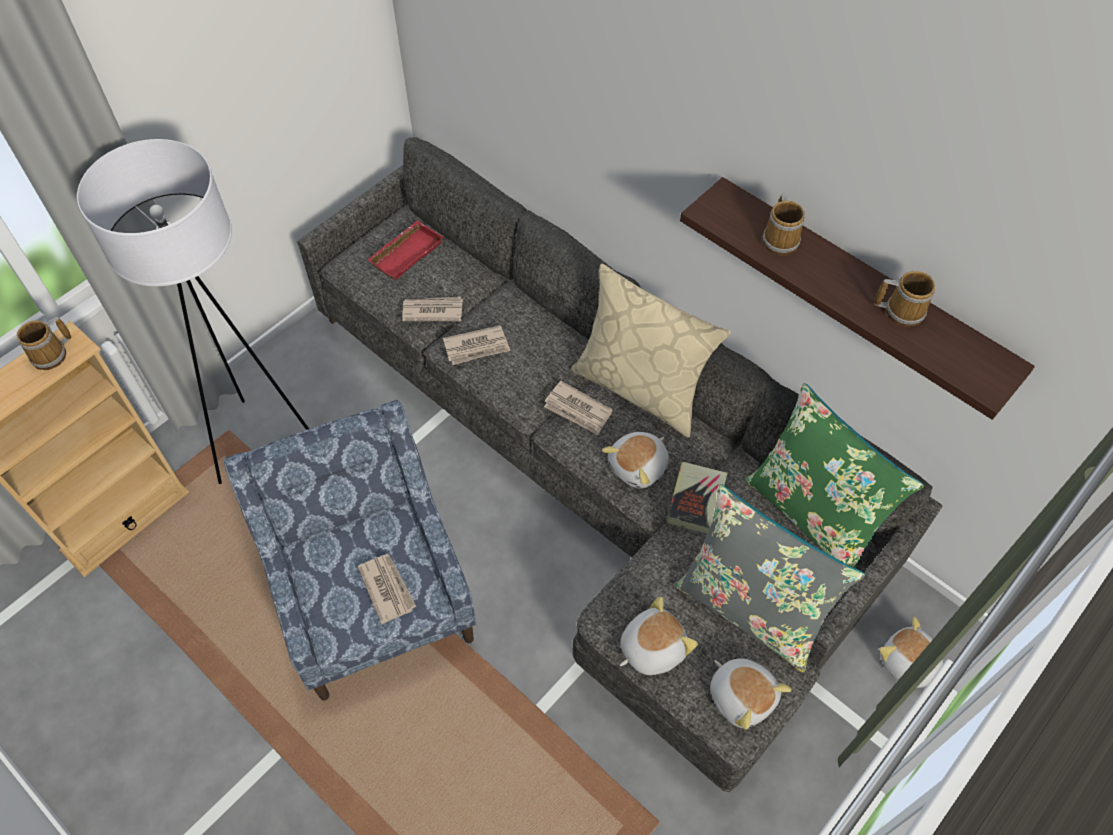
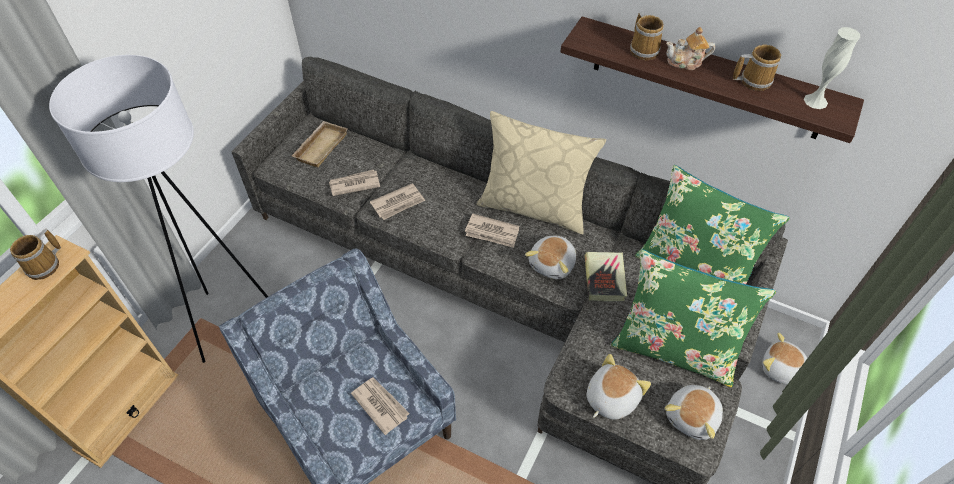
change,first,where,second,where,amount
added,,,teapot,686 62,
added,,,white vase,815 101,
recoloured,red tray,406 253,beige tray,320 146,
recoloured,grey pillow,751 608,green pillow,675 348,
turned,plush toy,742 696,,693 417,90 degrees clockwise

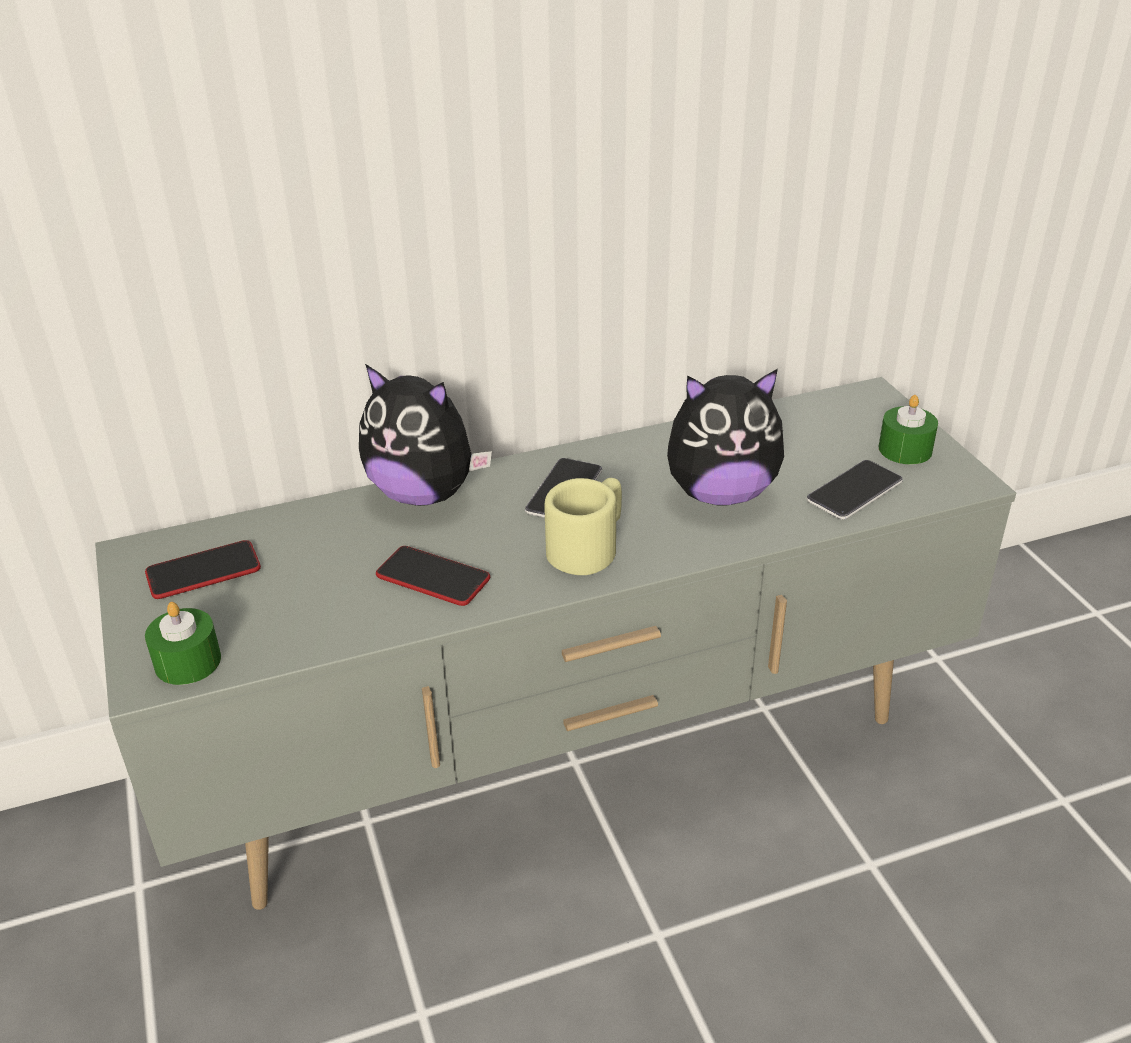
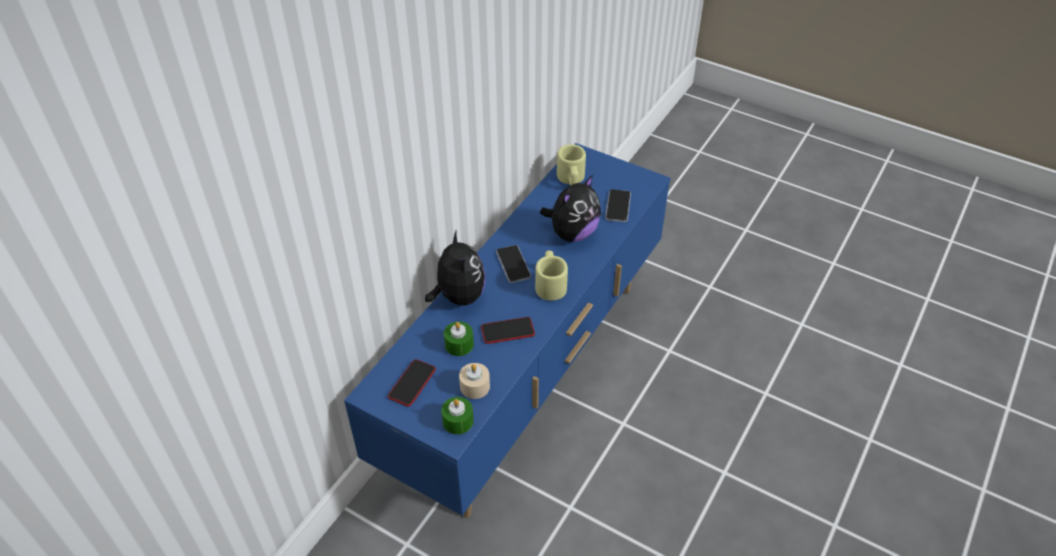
change,first,where,second,where,amount
added,,,beige candle,475 386,
added,,,beige mug,571 179,
moved,green candle,905 449,,459 344,
recoloured,grey tv stand,571 757,blue tv stand,527 377,
turned,plush toy,424 494,,458 296,90 degrees counterclockwise

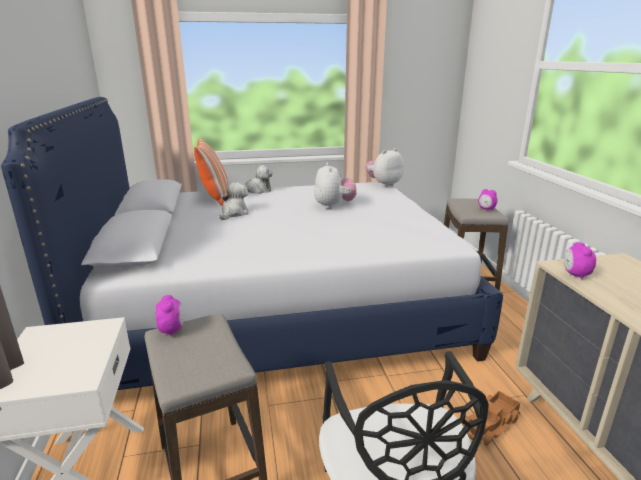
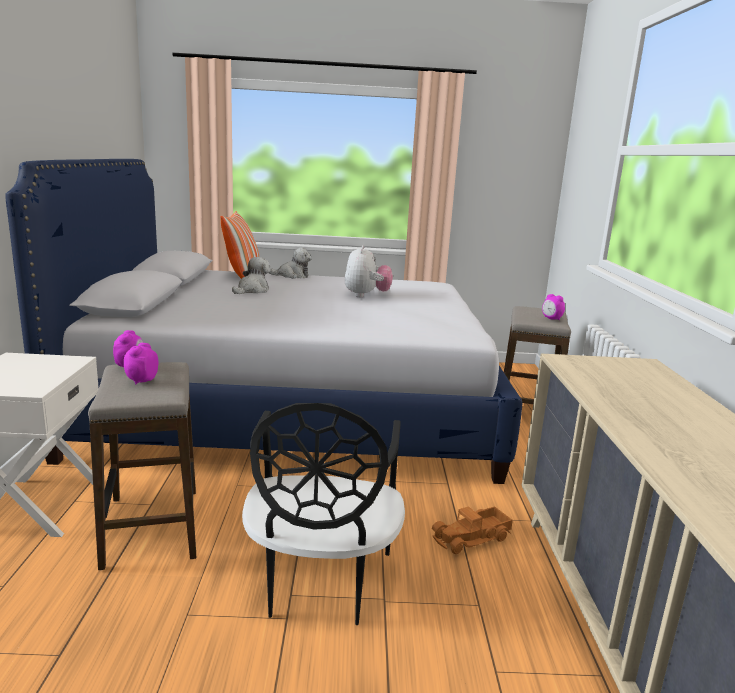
change,first,where,second,where,amount
removed,plush toy,384 184,,,
moved,alarm clock,575 274,,141 380,

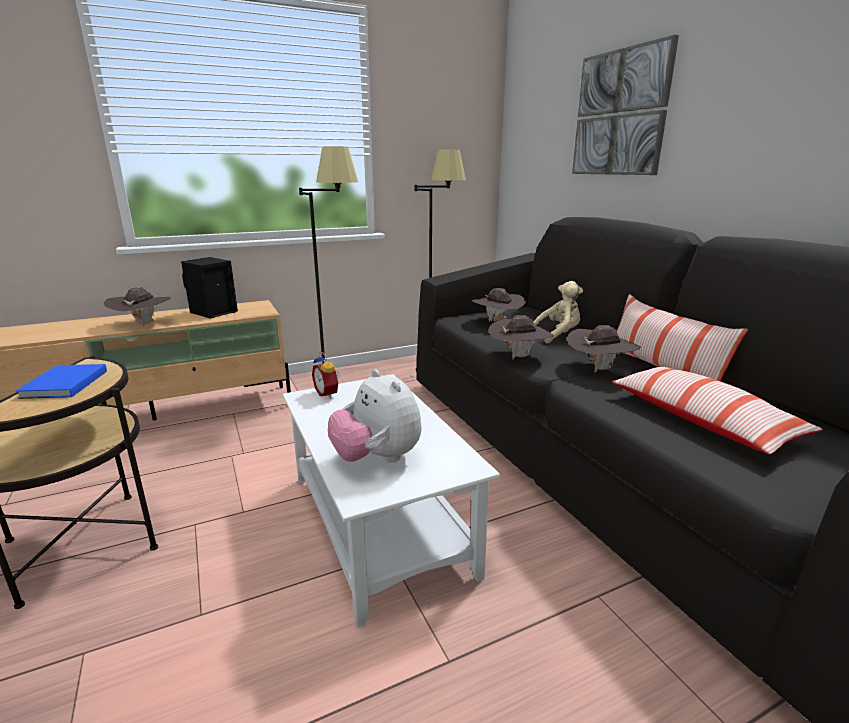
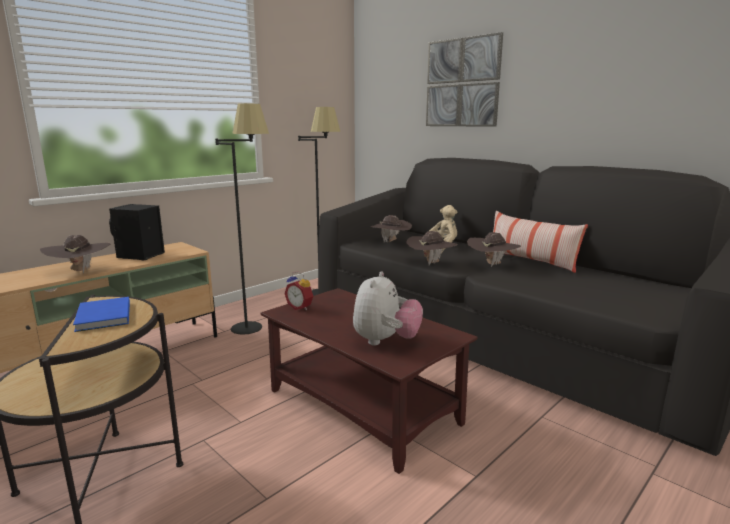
change,first,where,second,where,amount
removed,pillow,701 421,,,
recoloured,white coffee table,380 524,brown coffee table,364 407,
turned,plush toy,377 458,,385 341,105 degrees counterclockwise

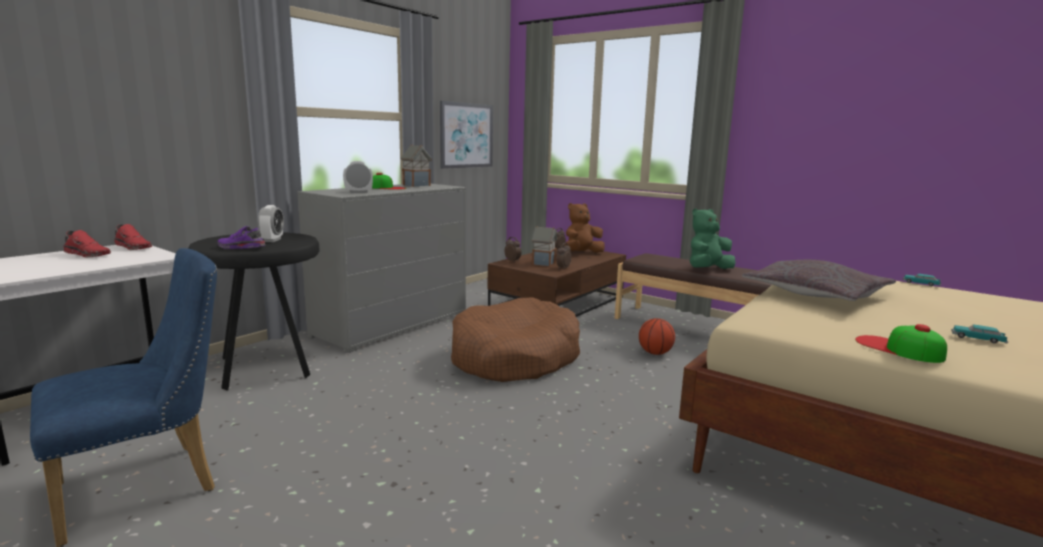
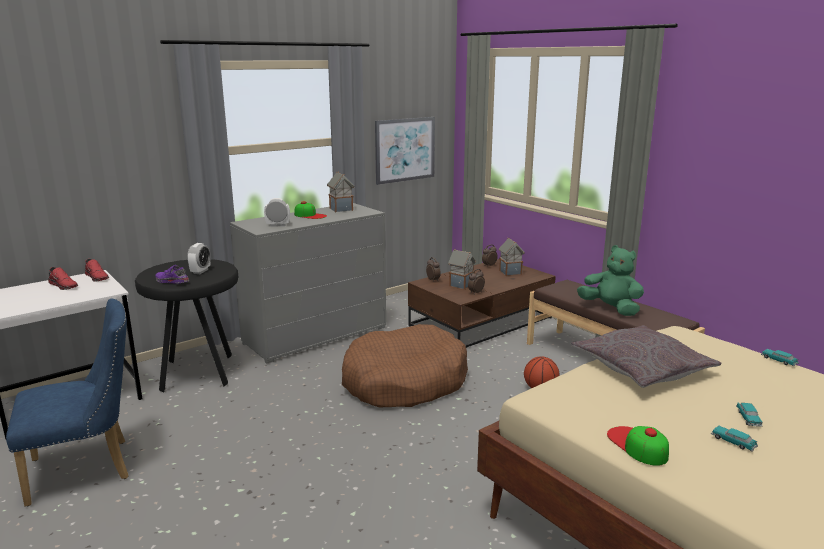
change,first,where,second,where,amount
added,,,toy car,748 418,
replaced,brown plush toy,582 253,toy house,510 272,
turned,green plush toy,707 270,,611 309,60 degrees clockwise

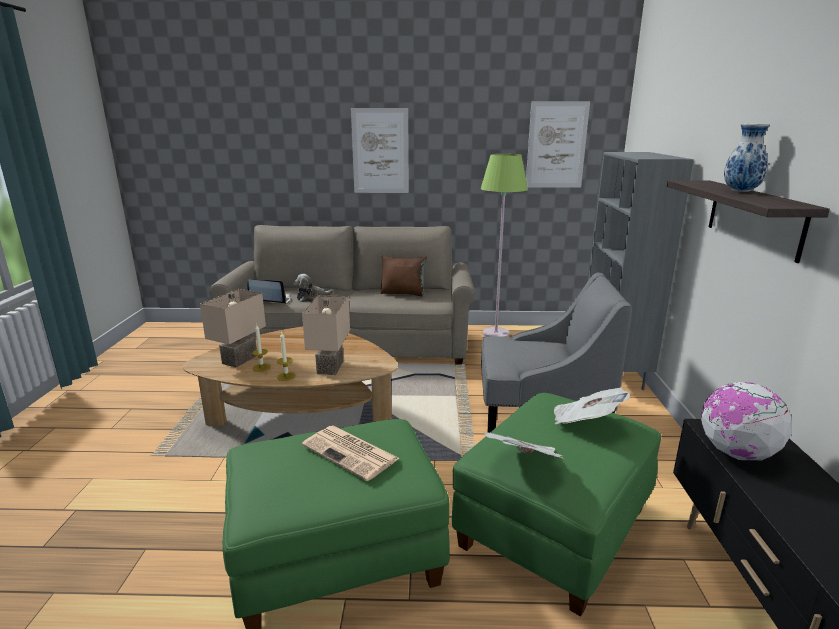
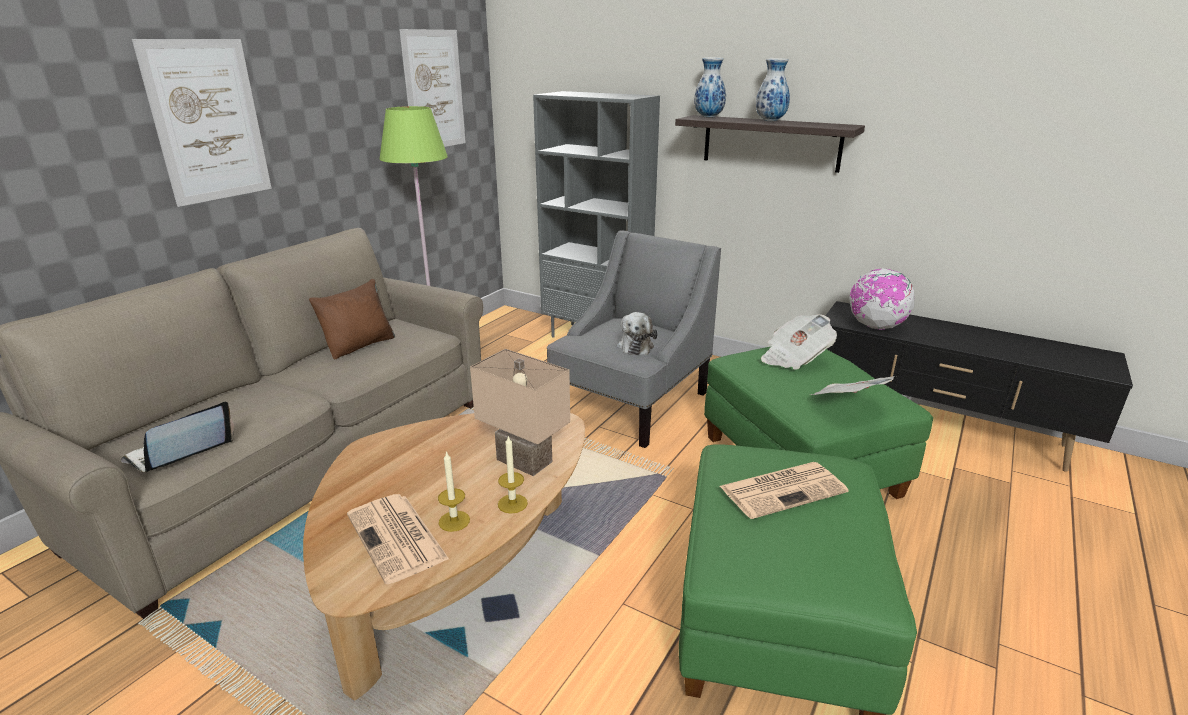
change,first,where,second,where,amount
added,,,vase,708 117,
moved,plush toy,312 298,,635 346,
replaced,beige table lamp,241 360,newspaper,398 538,

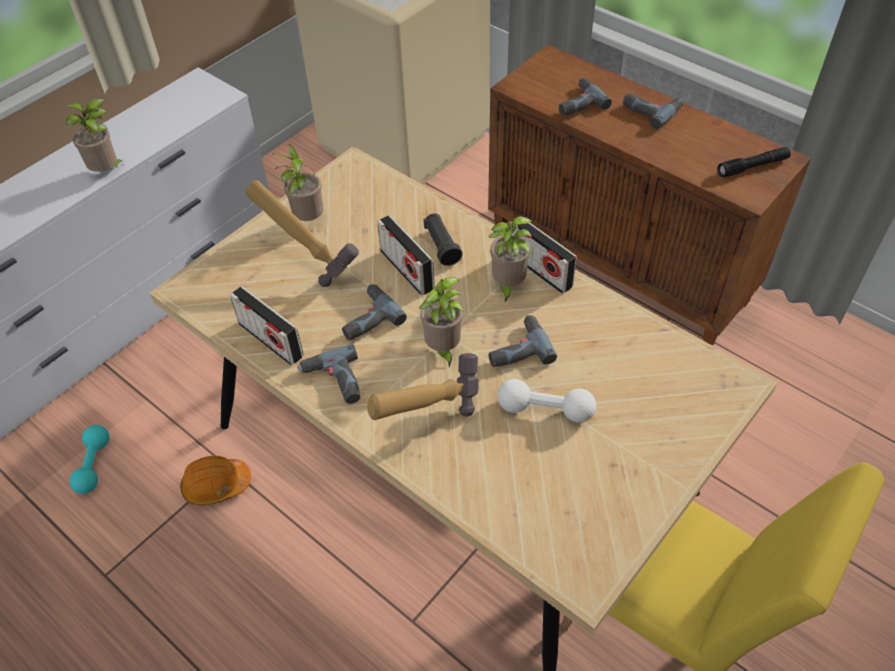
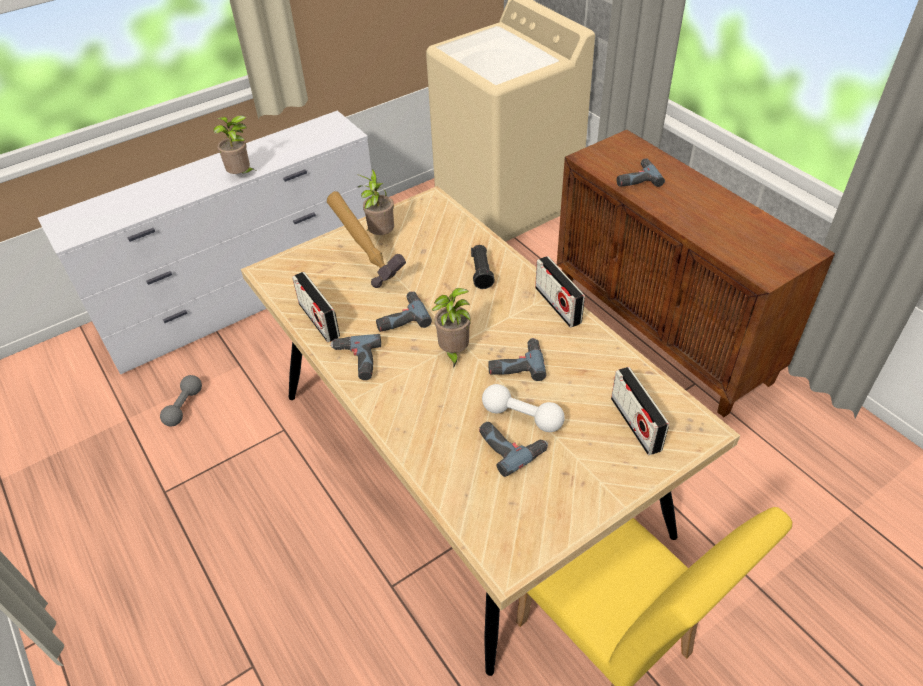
change,first,where,second,where,amount
removed,orange hard hat,216 485,,,
removed,hammer,428 422,,,
removed,potted plant,507 286,,,
removed,black flashlight,752 167,,,
moved,radio,407 270,,635 424,
moved,power drill,651 110,,510 446,
recoloured,turquoise dumbbell,94 465,grey dumbbell,184 407,

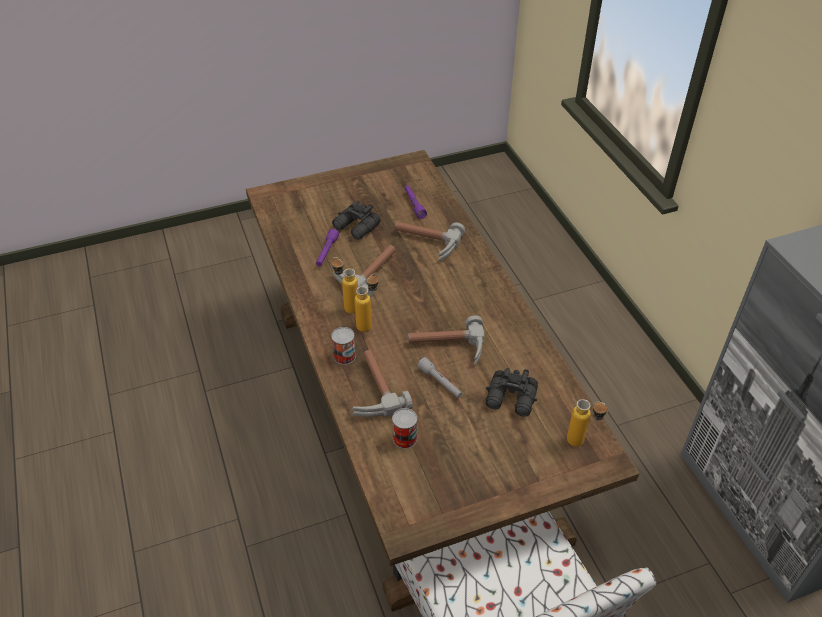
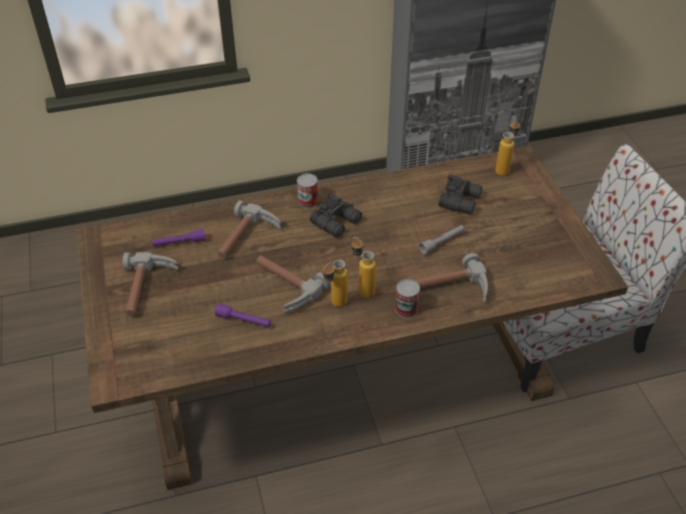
change,first,where,second,where,amount
moved,black binoculars,356 227,,337 222,
moved,can,404 438,,308 201,
moved,hammer,447 348,,148 289,

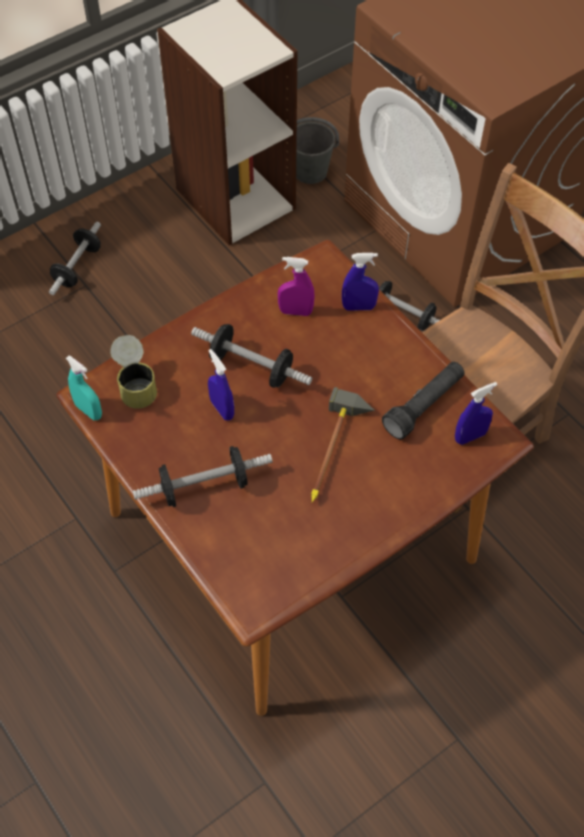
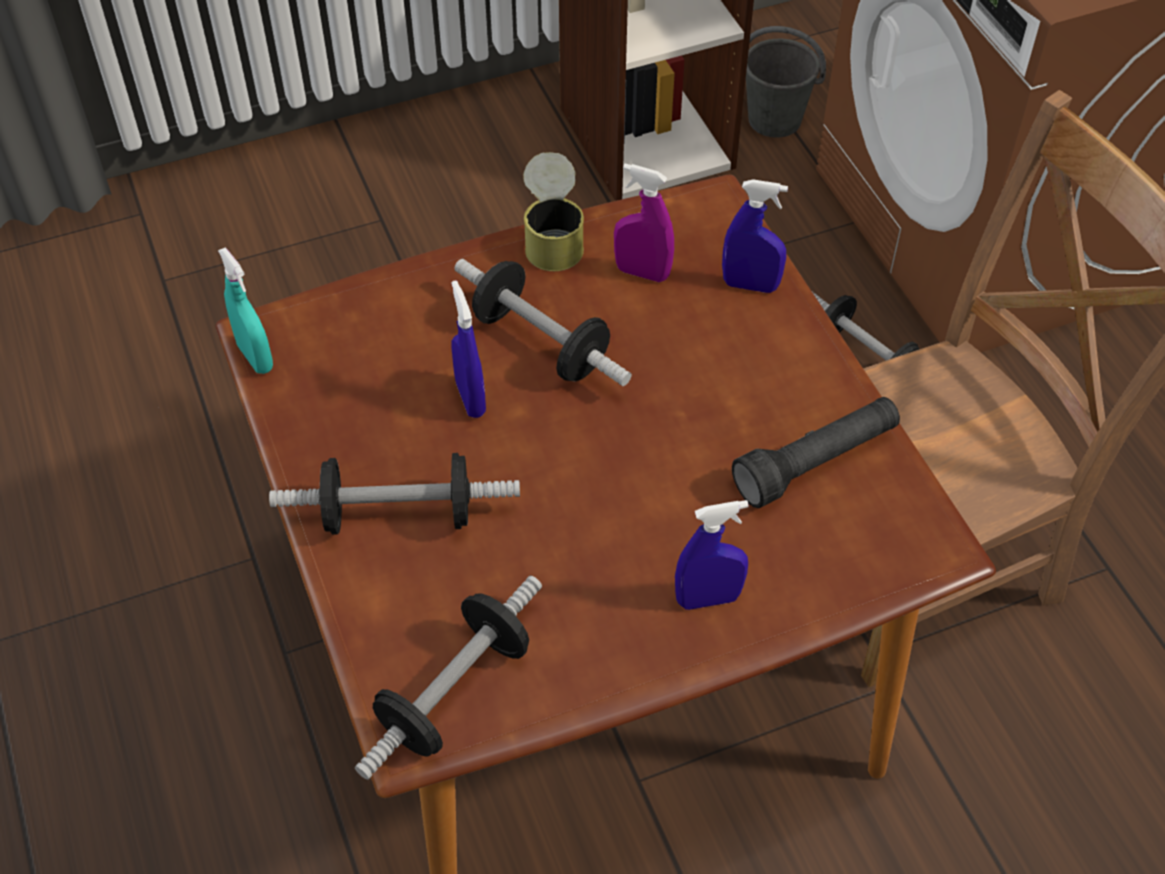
change,first,where,second,where,amount
removed,hammer,337 454,,,
moved,dumbbell,77 267,,454 693,
moved,can,136 384,,553 236,
moved,blue spray bottle,470 436,,708 599,

